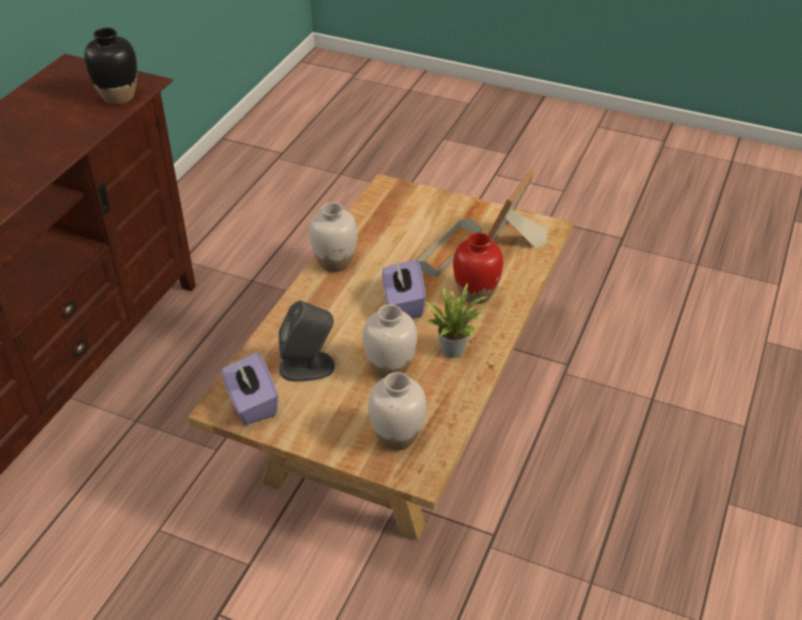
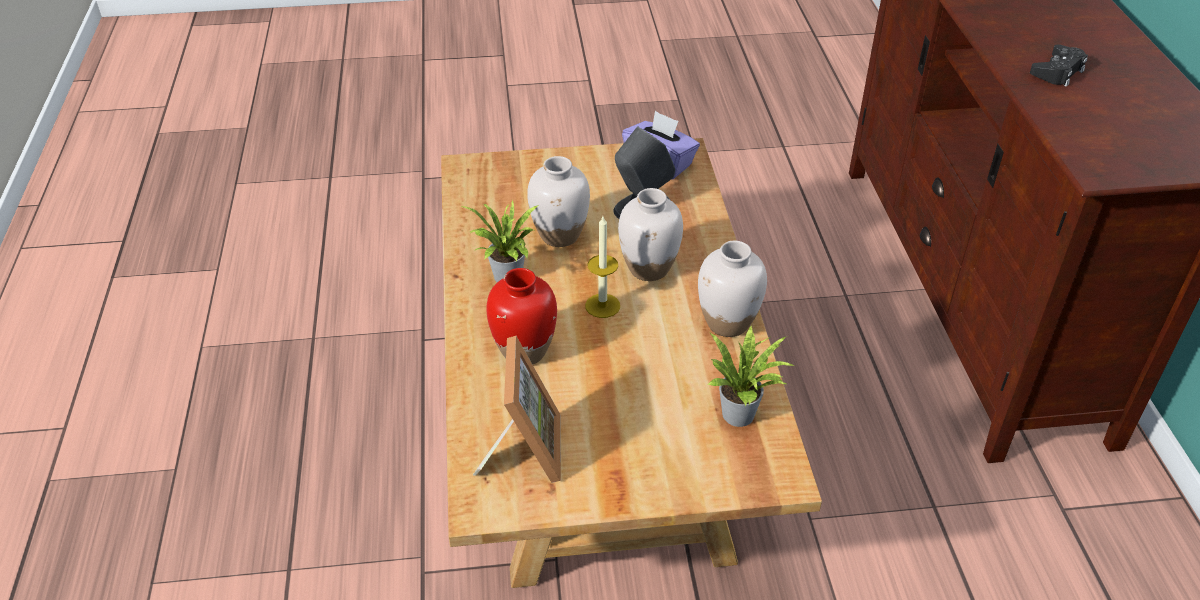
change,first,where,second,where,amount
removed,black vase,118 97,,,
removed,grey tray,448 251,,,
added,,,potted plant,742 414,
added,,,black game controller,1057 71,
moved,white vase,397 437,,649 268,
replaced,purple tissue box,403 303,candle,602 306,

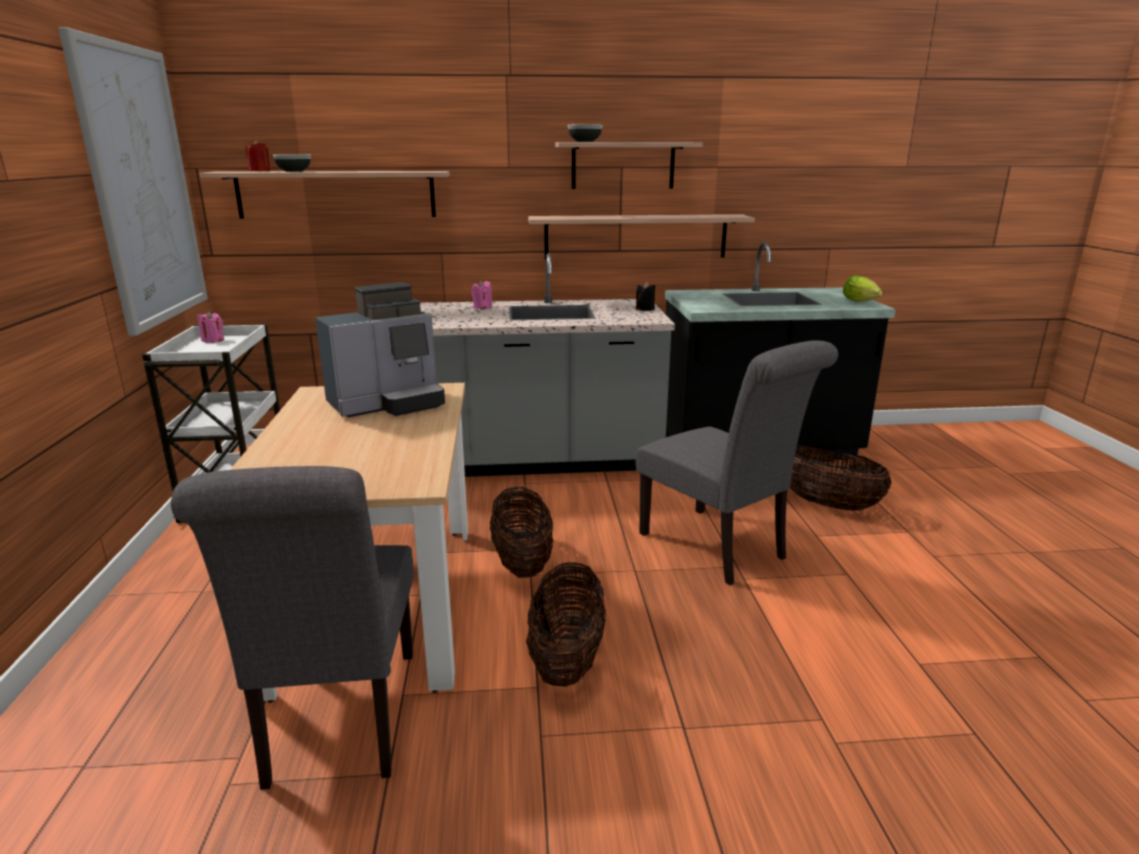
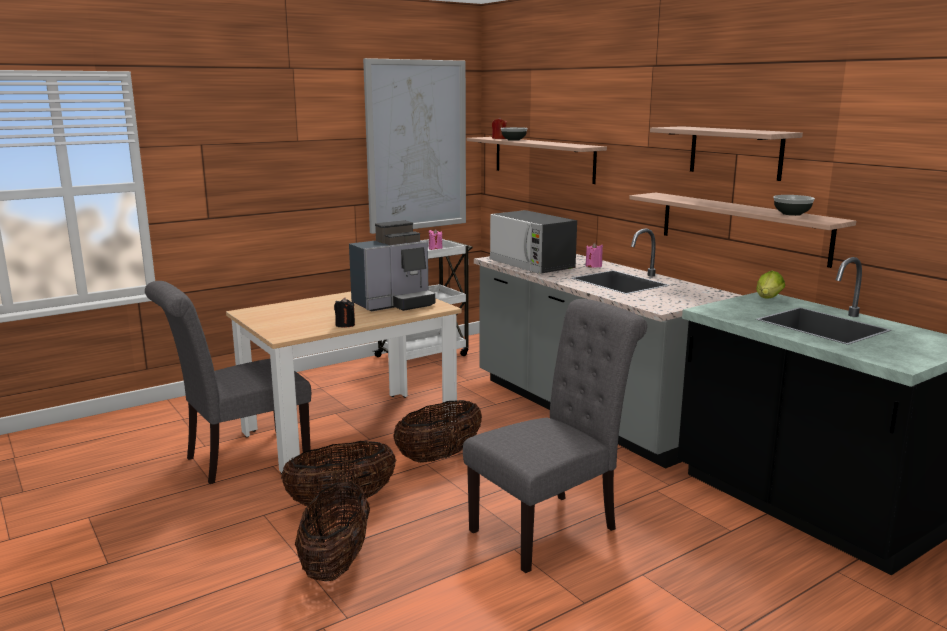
change,first,where,second,where,amount
added,,,microwave,532 265,
moved,bowl,585 141,,792 214,
moved,black candle,645 309,,345 325,
moved,basket,827 504,,336 563,
moved,lettuce,861 302,,768 299,
turned,coffee machine,388 404,,395 304,60 degrees counterclockwise
turned,grey chair,719 549,,551 527,150 degrees counterclockwise

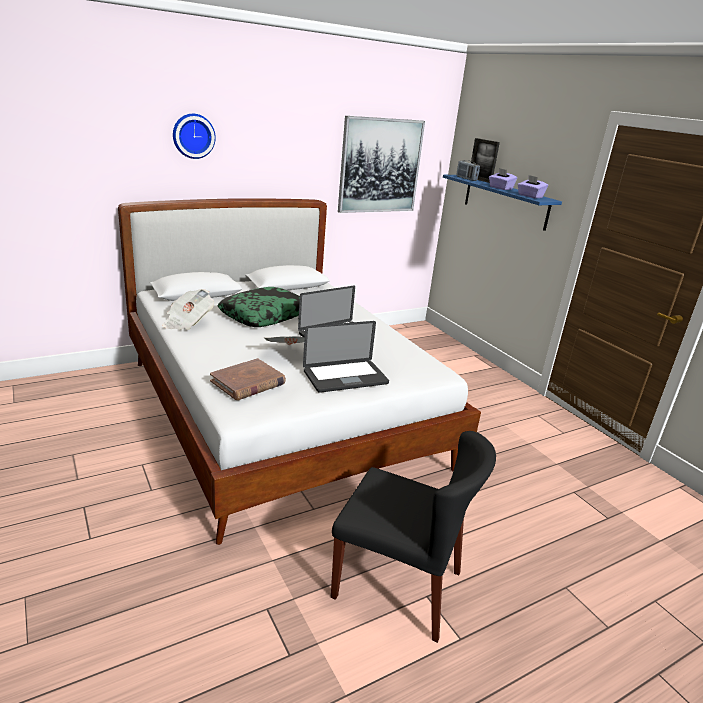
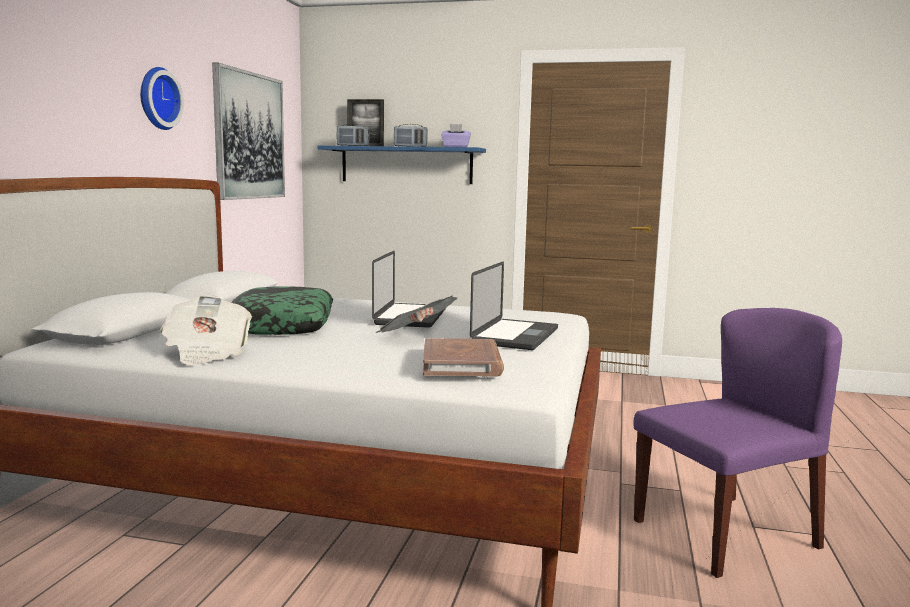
change,first,where,second,where,amount
moved,wall clock,193 136,,157 98,
replaced,purple tissue box,500 188,radio,410 146,
recoloured,black chair,399 584,purple chair,725 533,

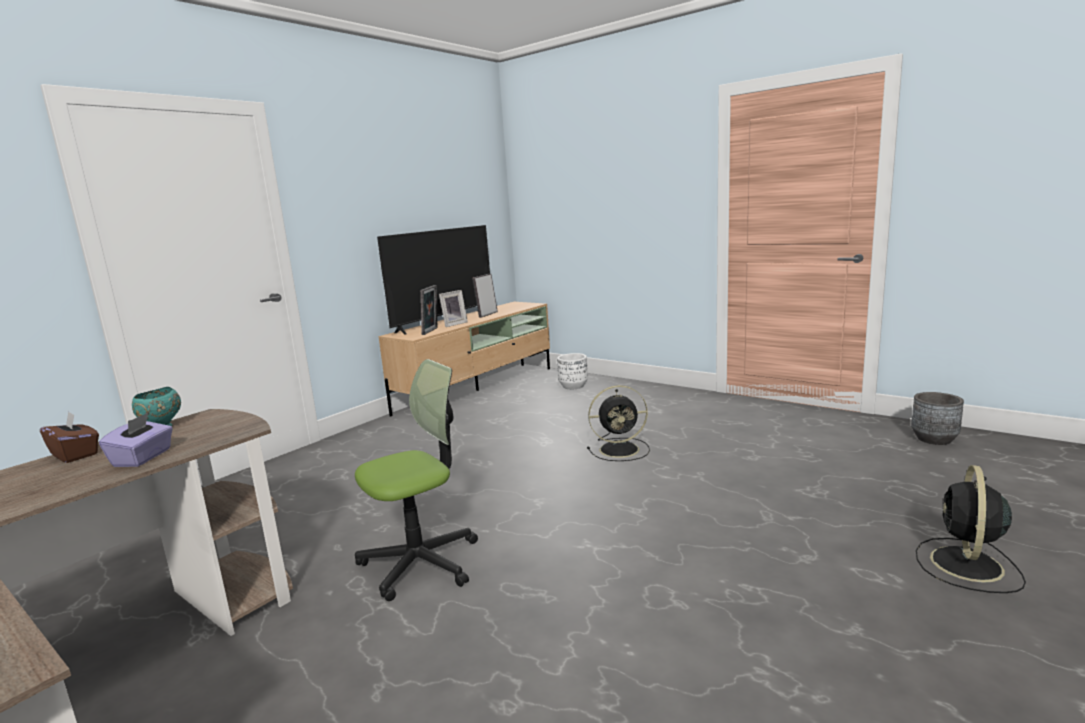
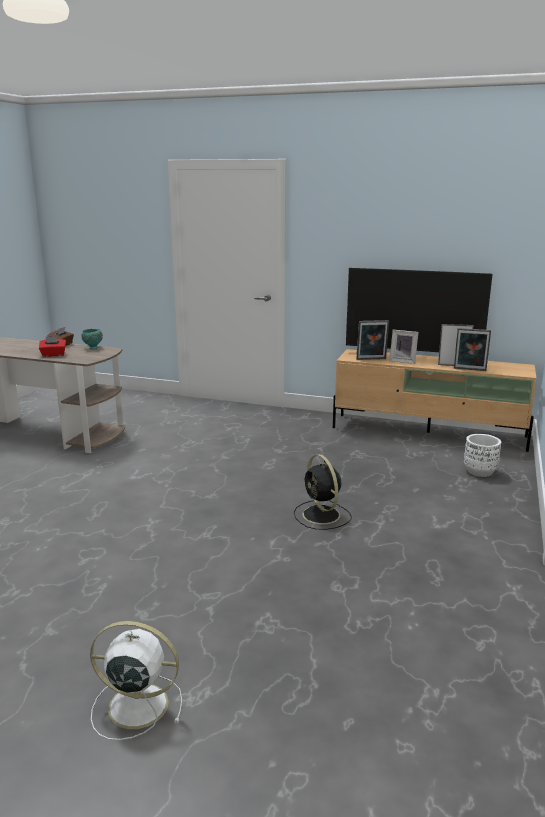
change,first,where,second,where,amount
removed,office chair,420 562,,,
removed,grey planter,934 439,,,
added,,,picture frame,469 370,
recoloured,purple tissue box,143 458,red tissue box,53 355,
recoloured,black fan,966 566,white fan,135 705,

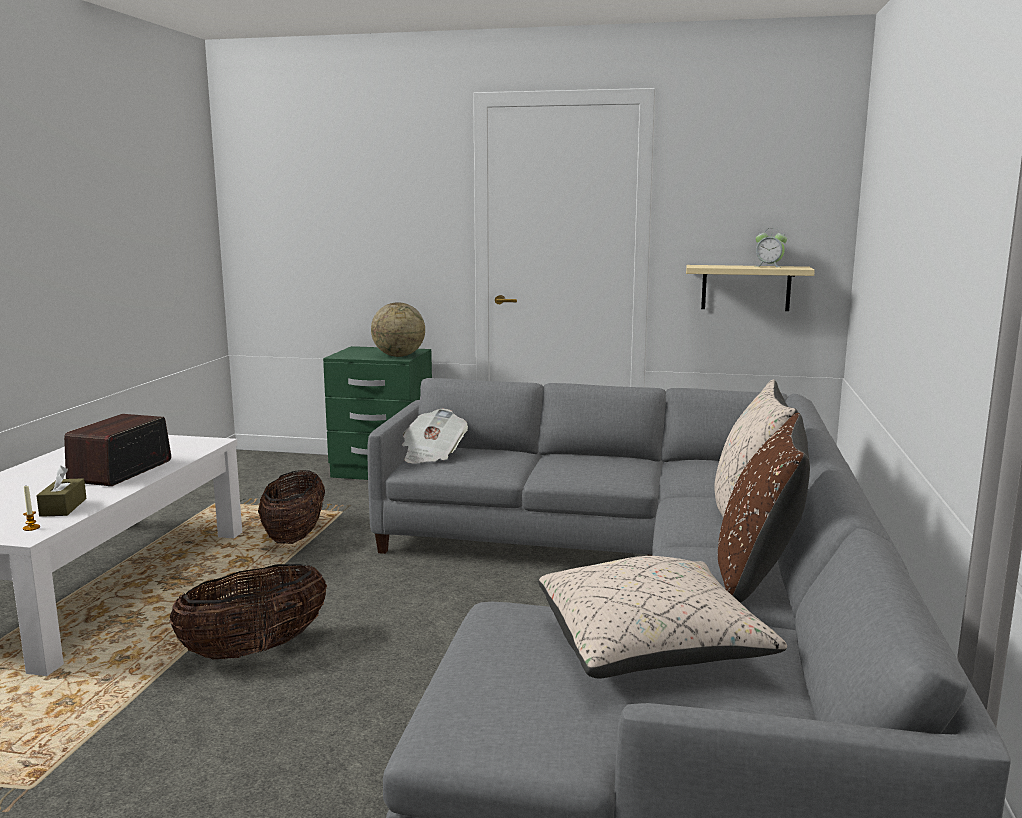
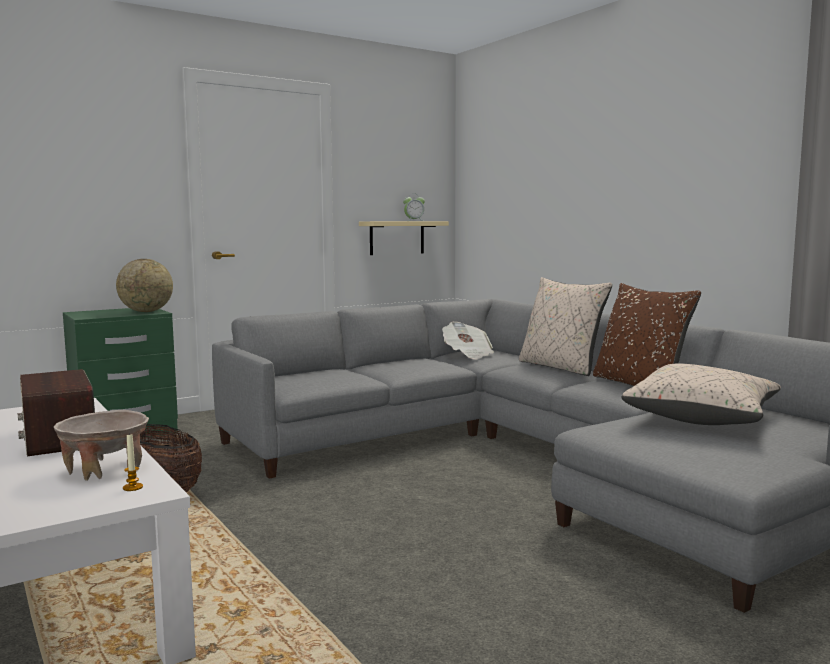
change,first,where,second,where,amount
removed,basket,255 650,,,
moved,newspaper,432 455,,467 354,
replaced,brown tissue box,63 507,beige bowl,105 469,

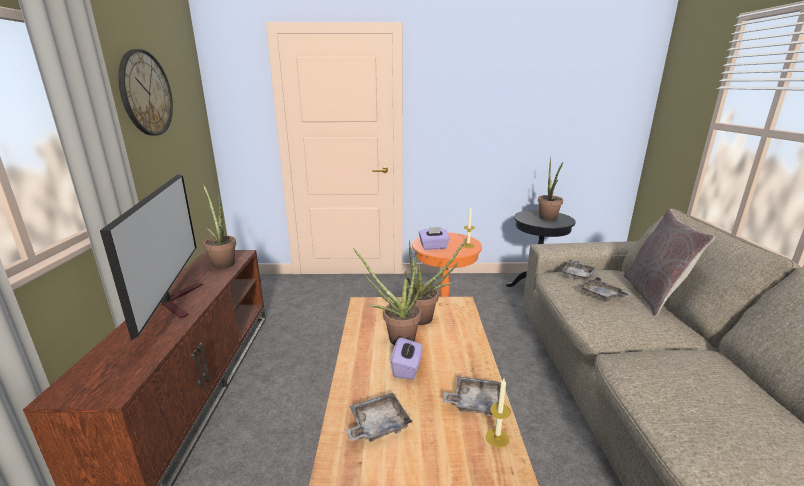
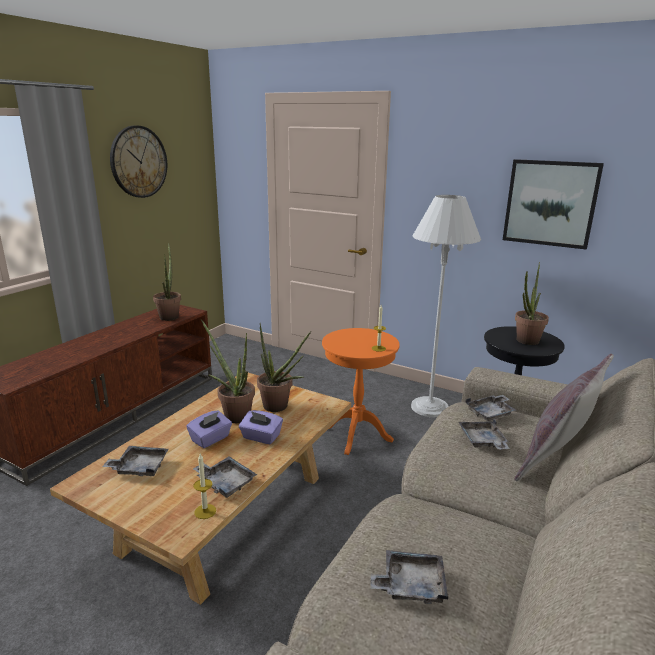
change,first,where,second,where,amount
removed,television,178 300,,,
added,,,grey tray,410 585,
added,,,white floor lamp,429 407,
added,,,picture,550 203,
moved,purple tissue box,433 247,,261 437,

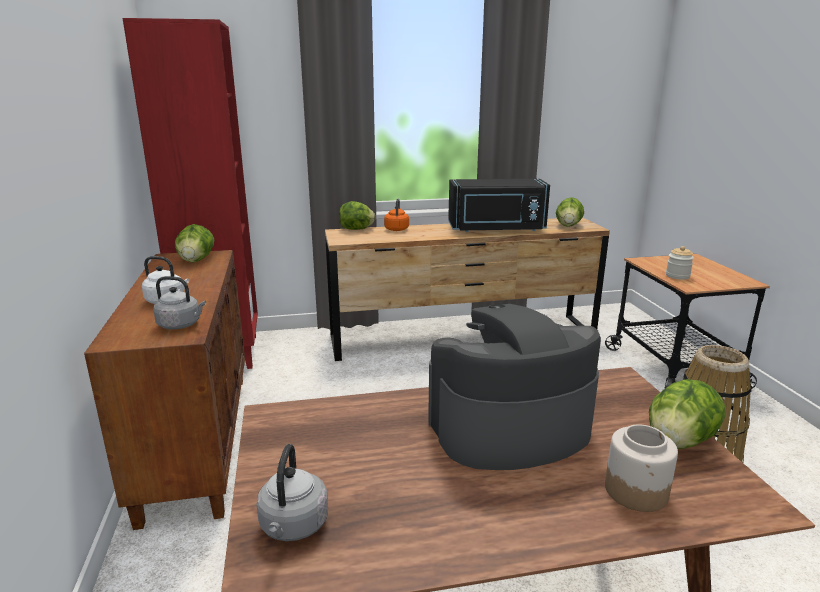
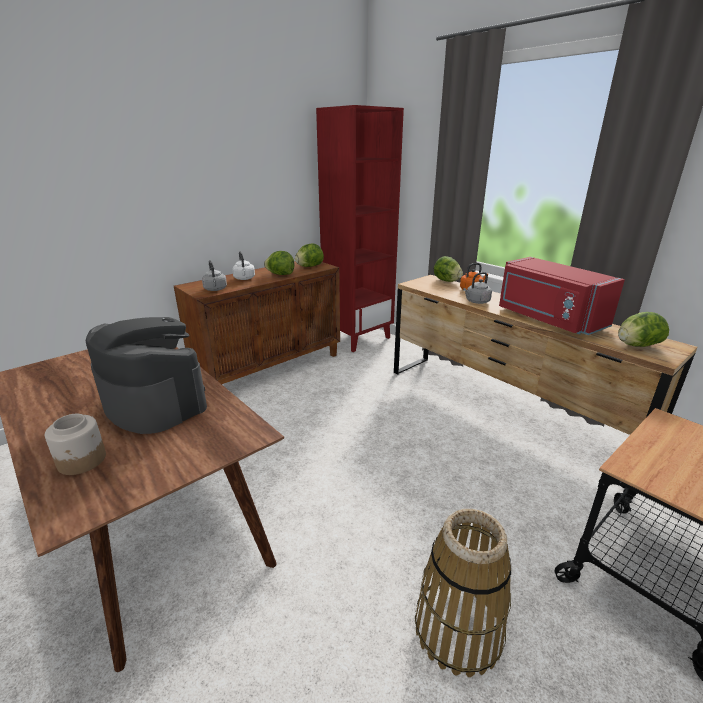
change,first,where,second,where,amount
removed,jar,677 276,,,
moved,grey kettle,293 527,,476 302,
moved,lettuce,679 442,,280 274,
recoloured,black microwave,496 229,red microwave,547 319,

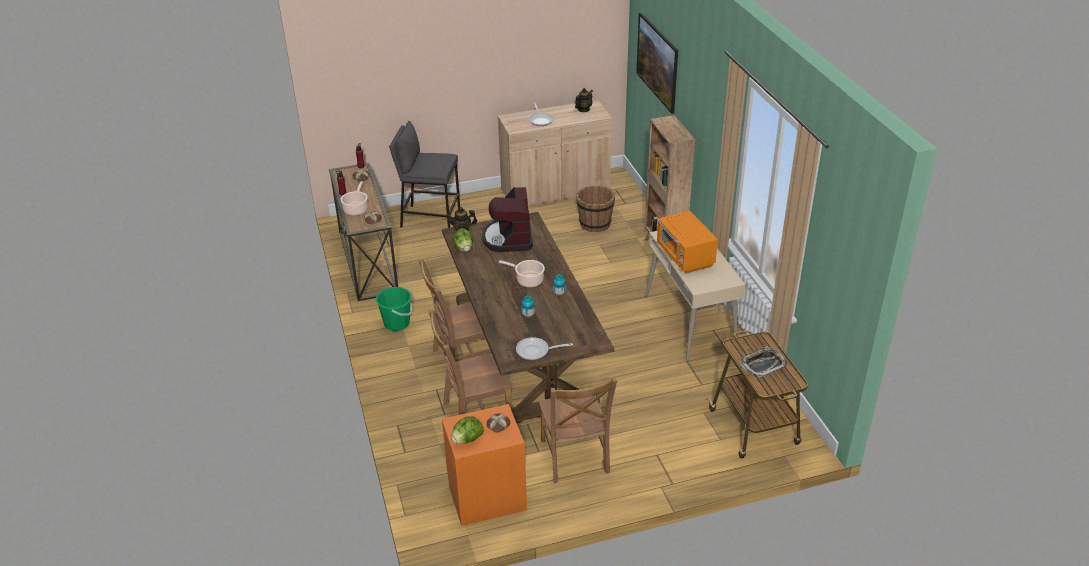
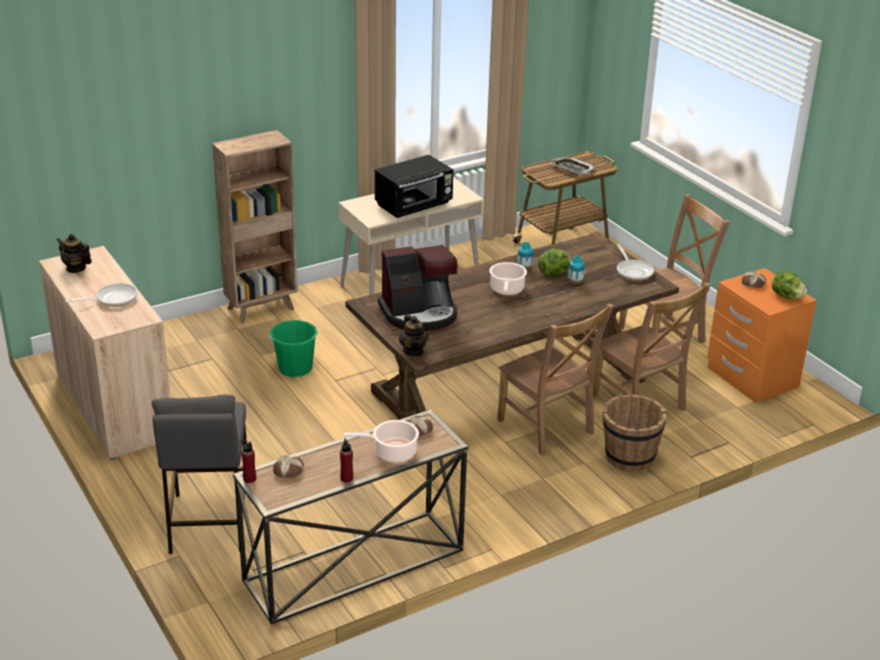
change,first,where,second,where,amount
removed,picture,656 77,,,
moved,green bucket,397 323,,295 368,
moved,lettuce,464 248,,554 273,
moved,brown bucket,595 224,,629 457,
recoloured,orange microwave,685 257,black microwave,414 205,

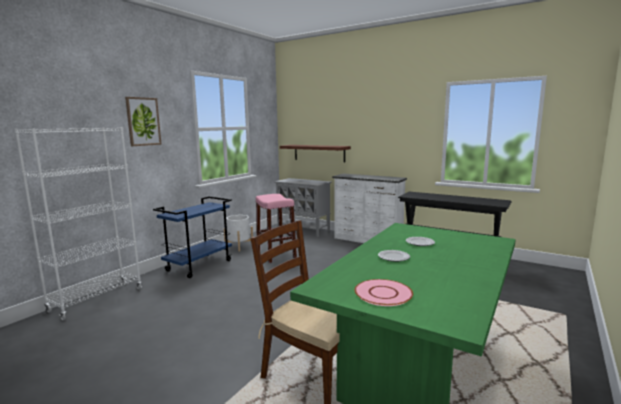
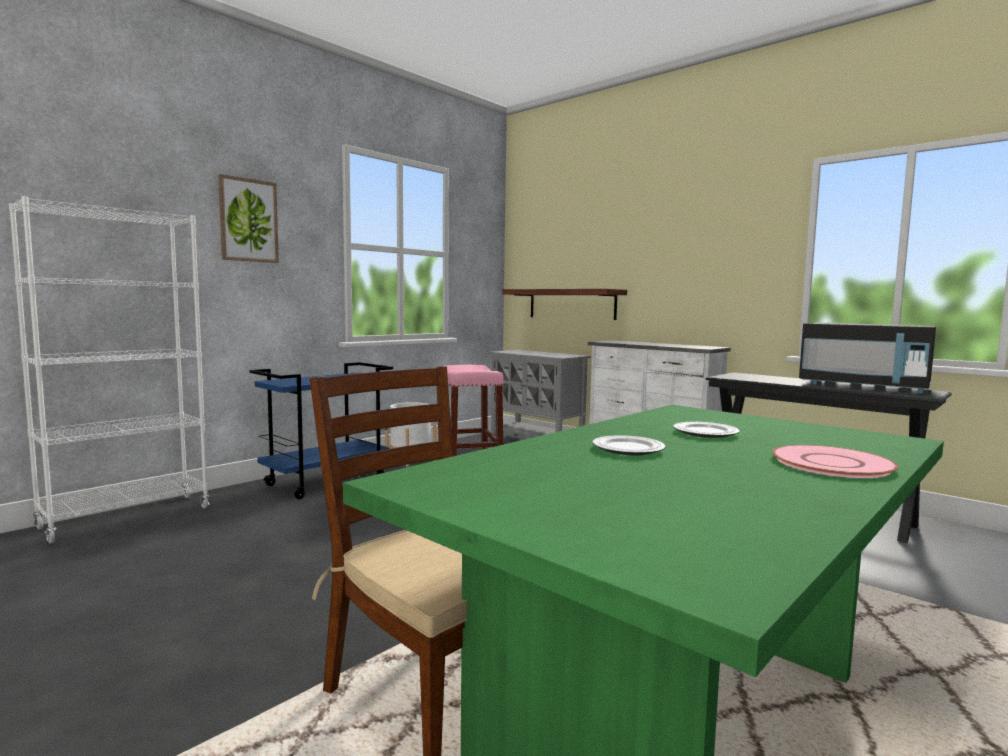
change,first,where,second,where,amount
added,,,black microwave,863 387,
moved,pink plate,383 293,,832 463,

